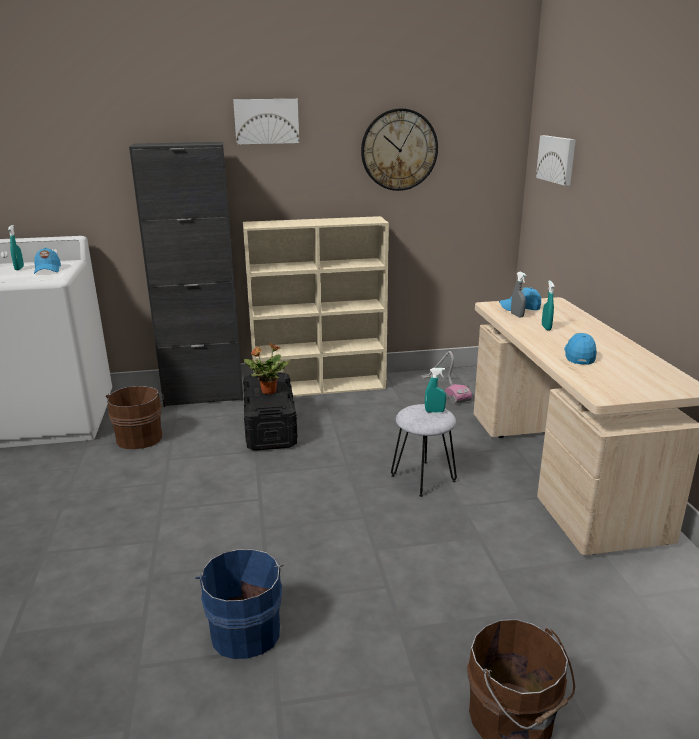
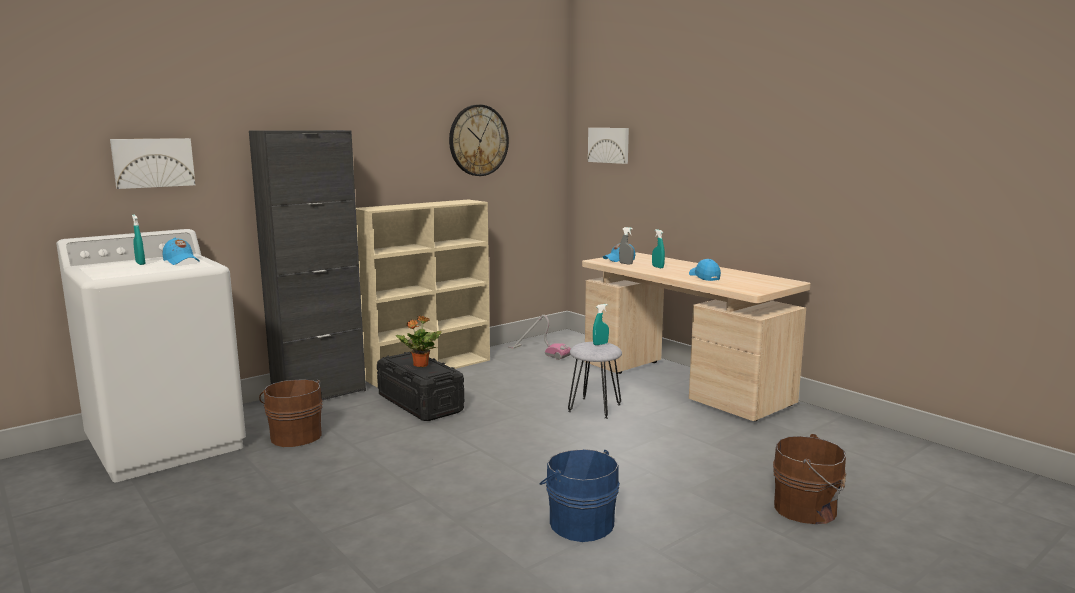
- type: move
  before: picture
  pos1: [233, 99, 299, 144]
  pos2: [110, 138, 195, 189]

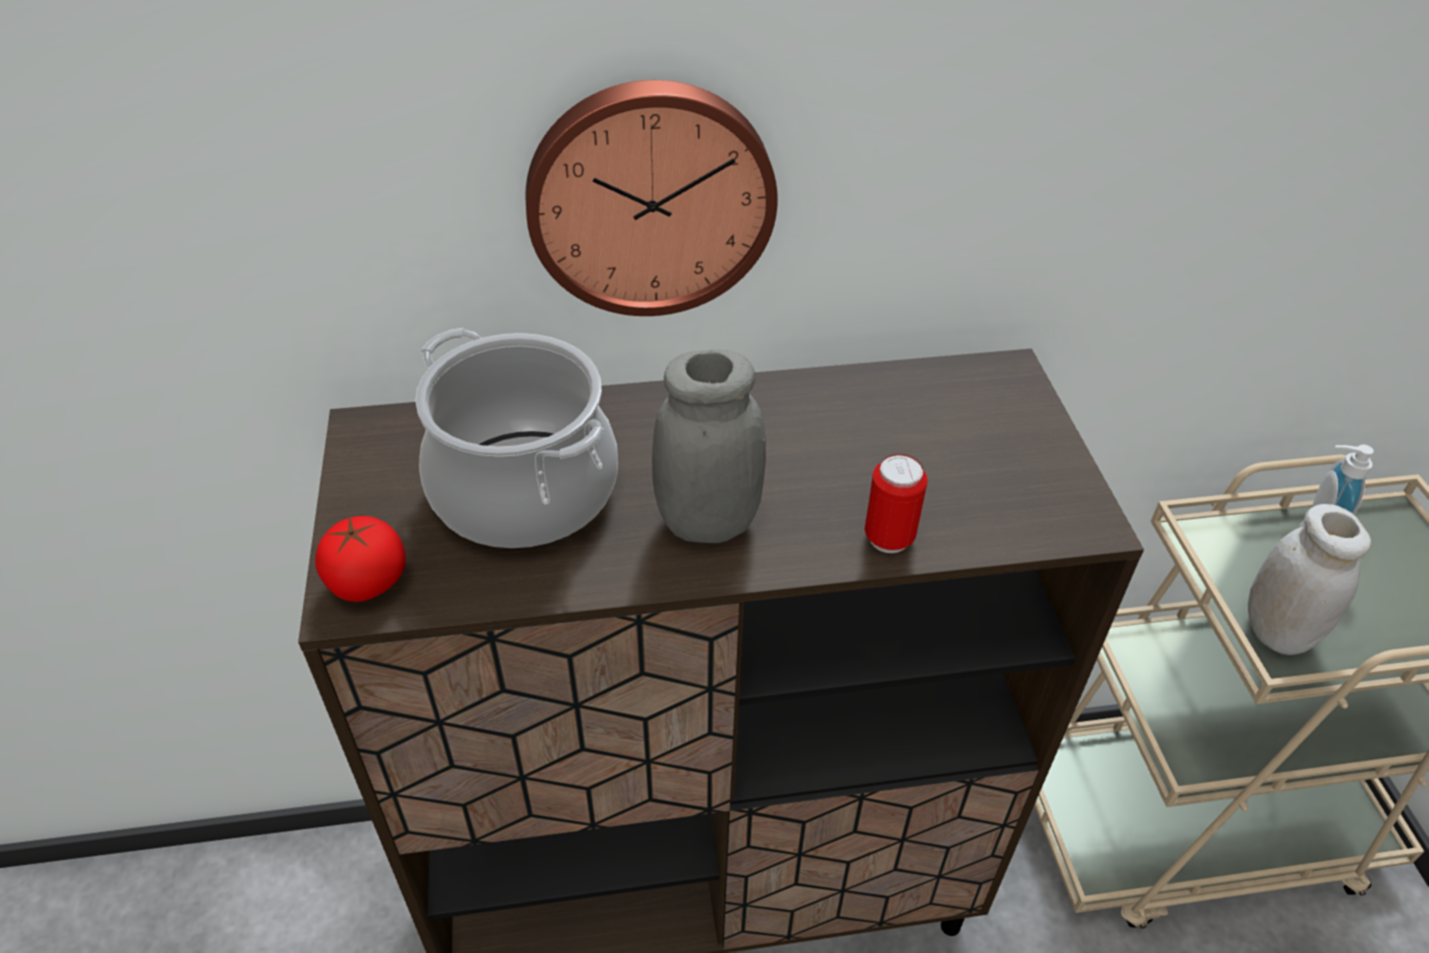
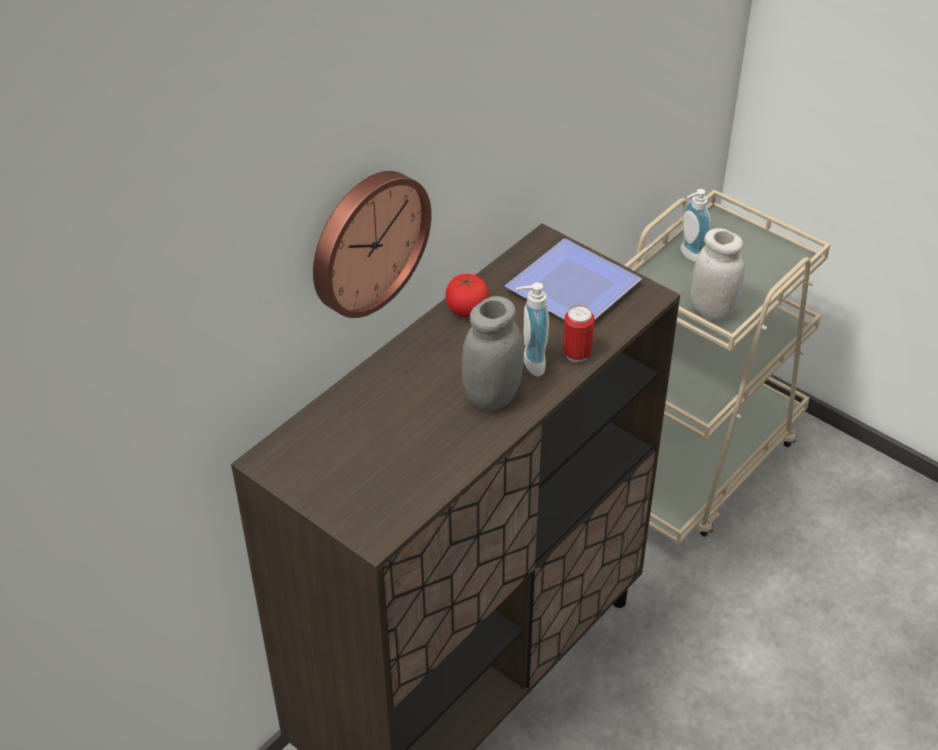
- type: delete
  before: cooking pot
  pos1: [415, 328, 618, 549]
- type: insert
  after: plate
  pos2: [505, 239, 641, 320]
- type: insert
  after: soap dispenser
  pos2: [516, 282, 549, 377]
- type: move
  before: tomato
  pos1: [315, 516, 406, 602]
  pos2: [445, 274, 489, 318]

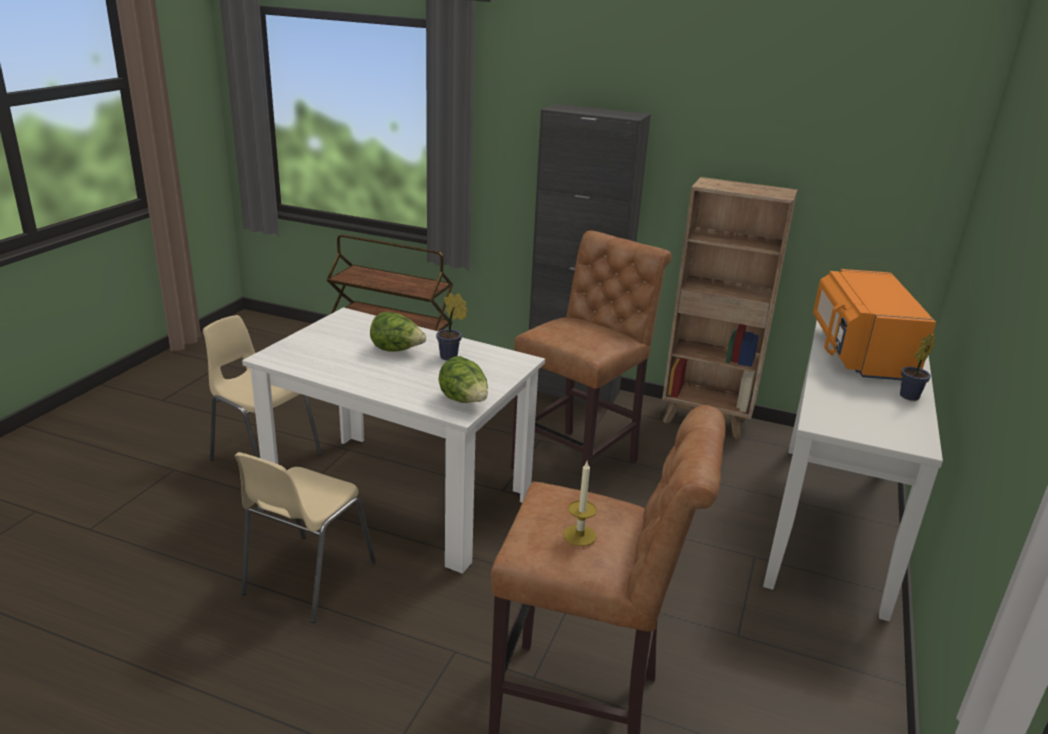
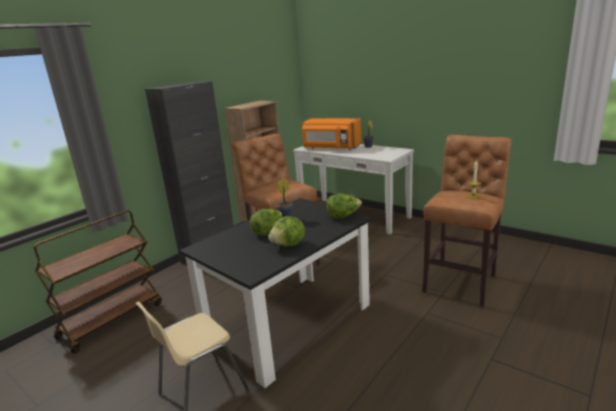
- type: delete
  before: beige chair
  pos1: [235, 452, 376, 623]
- type: insert
  after: lettuce
  pos2: [268, 216, 305, 247]
- type: recolor
  before: white dining table
  after: black dining table
  pos1: [242, 307, 545, 574]
  pos2: [179, 198, 372, 388]

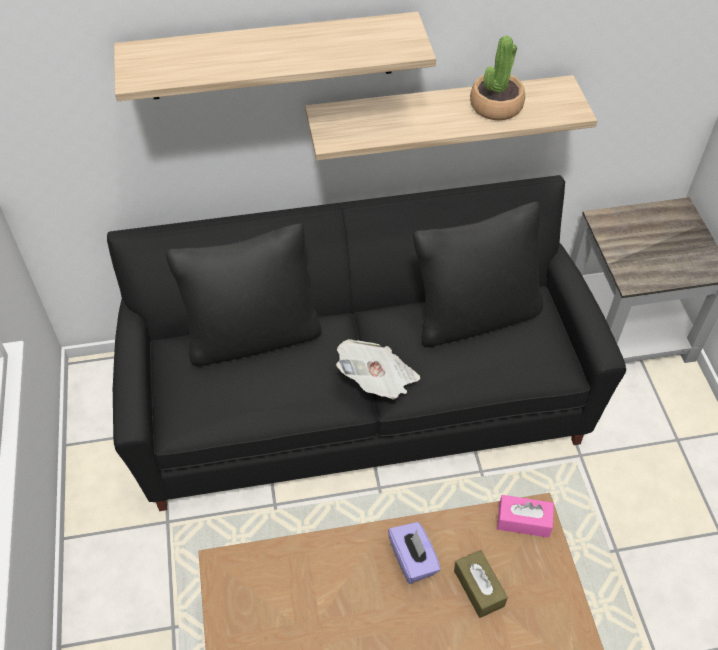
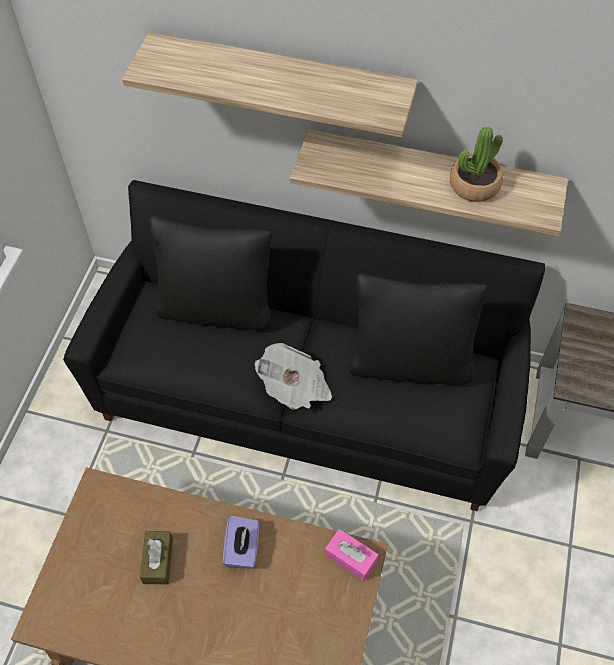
- type: move
  before: brown tissue box
  pos1: [454, 550, 508, 618]
  pos2: [140, 531, 173, 584]

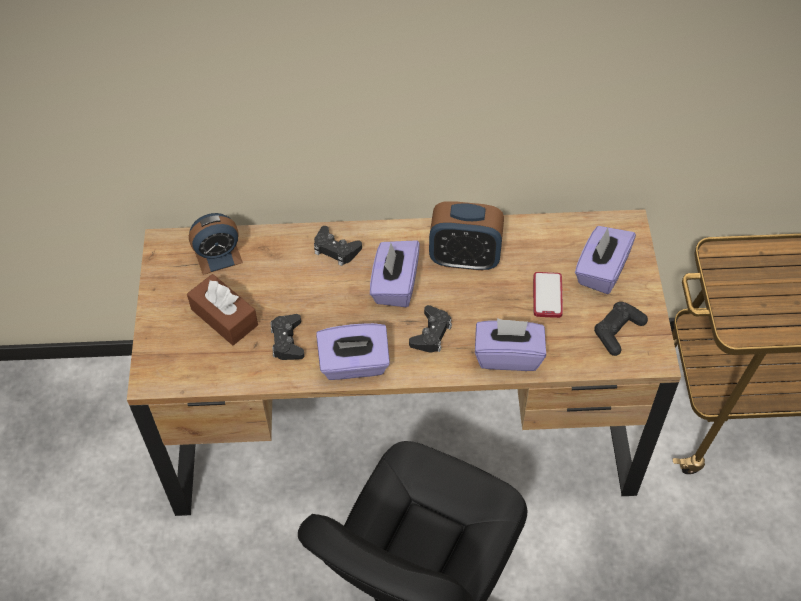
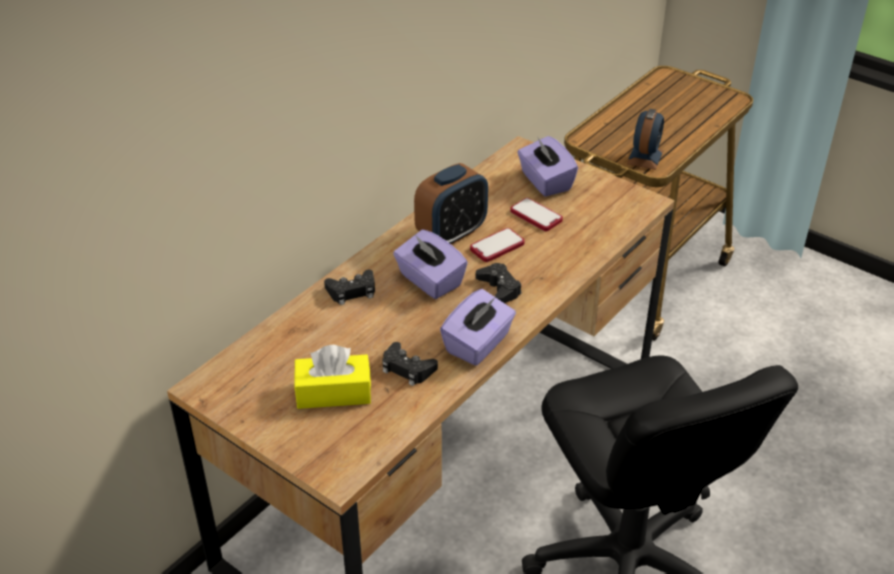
- type: delete
  before: purple tissue box
  pos1: [475, 318, 546, 371]
- type: delete
  before: black game controller
  pos1: [594, 302, 648, 356]
- type: insert
  after: phone
  pos2: [470, 228, 525, 262]
- type: move
  before: alarm clock
  pos1: [189, 213, 243, 275]
  pos2: [627, 109, 664, 170]
- type: recolor
  before: brown tissue box
  after: yellow tissue box
  pos1: [187, 274, 258, 346]
  pos2: [294, 345, 371, 409]

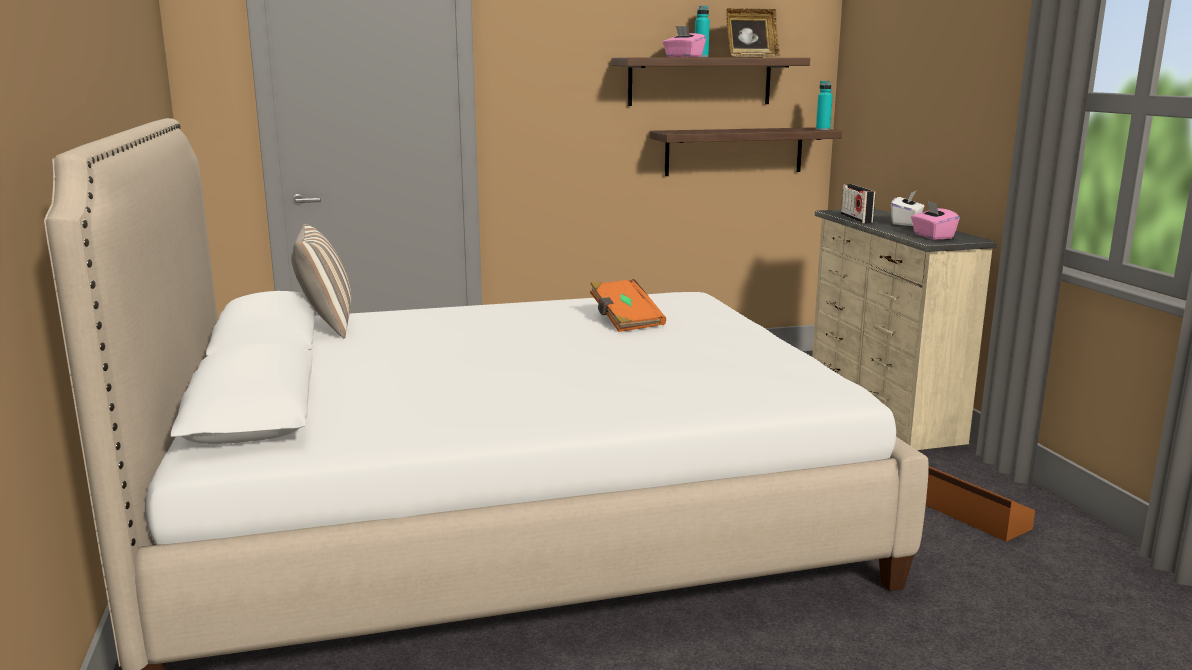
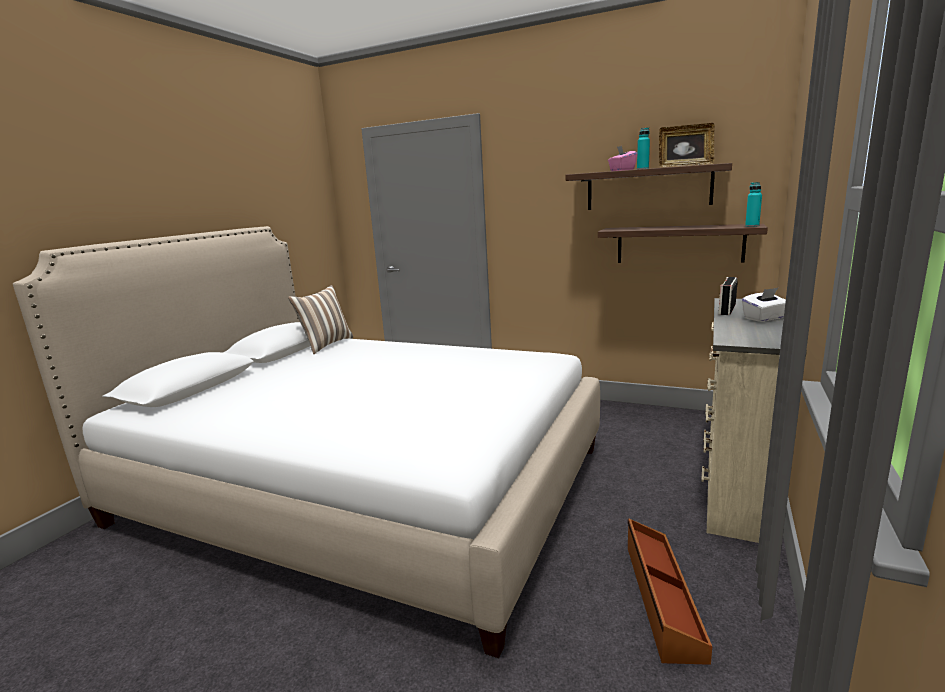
- type: delete
  before: orange book
  pos1: [590, 279, 666, 332]
- type: delete
  before: pink tissue box
  pos1: [911, 201, 960, 240]

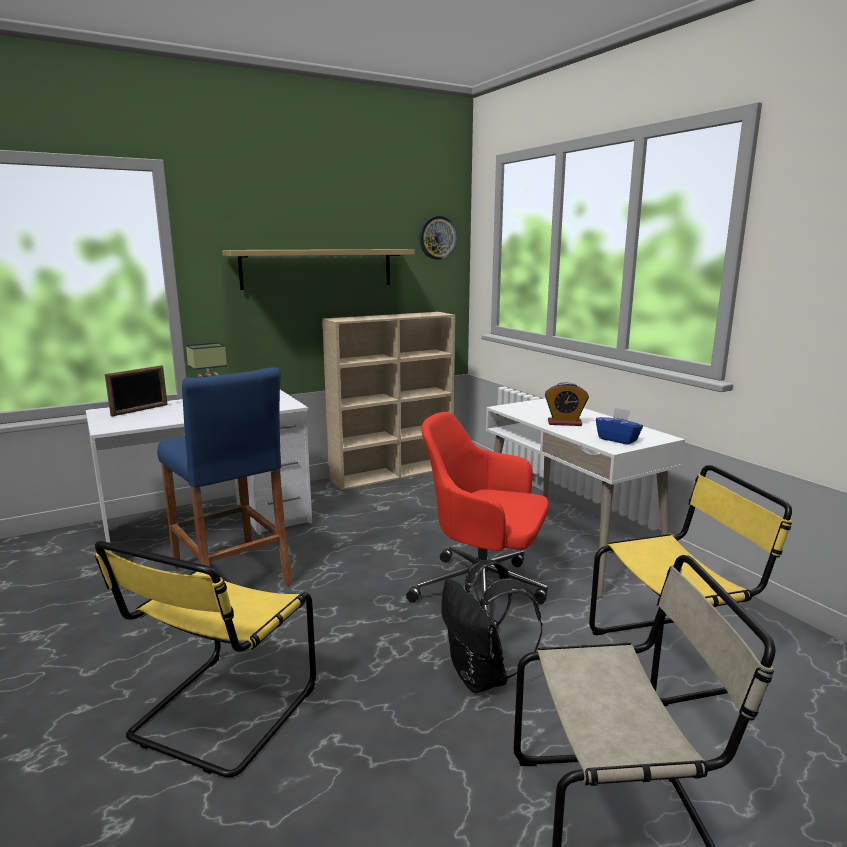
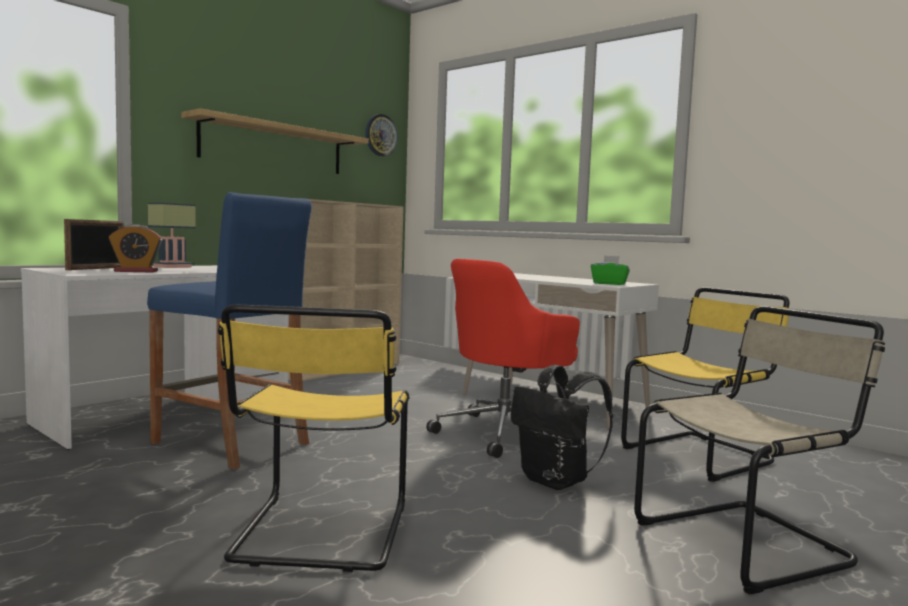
- type: move
  before: alarm clock
  pos1: [545, 382, 589, 426]
  pos2: [108, 224, 162, 273]
- type: recolor
  before: blue tissue box
  after: green tissue box
  pos1: [596, 407, 643, 445]
  pos2: [591, 255, 630, 285]
- type: rotate
  before: red office chair
  pos1: [406, 412, 549, 630]
  pos2: [426, 259, 580, 458]
  turn: -45

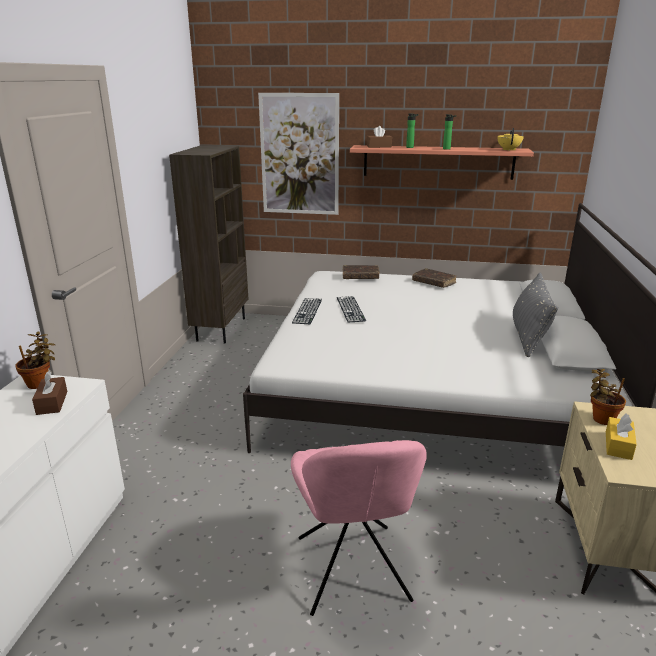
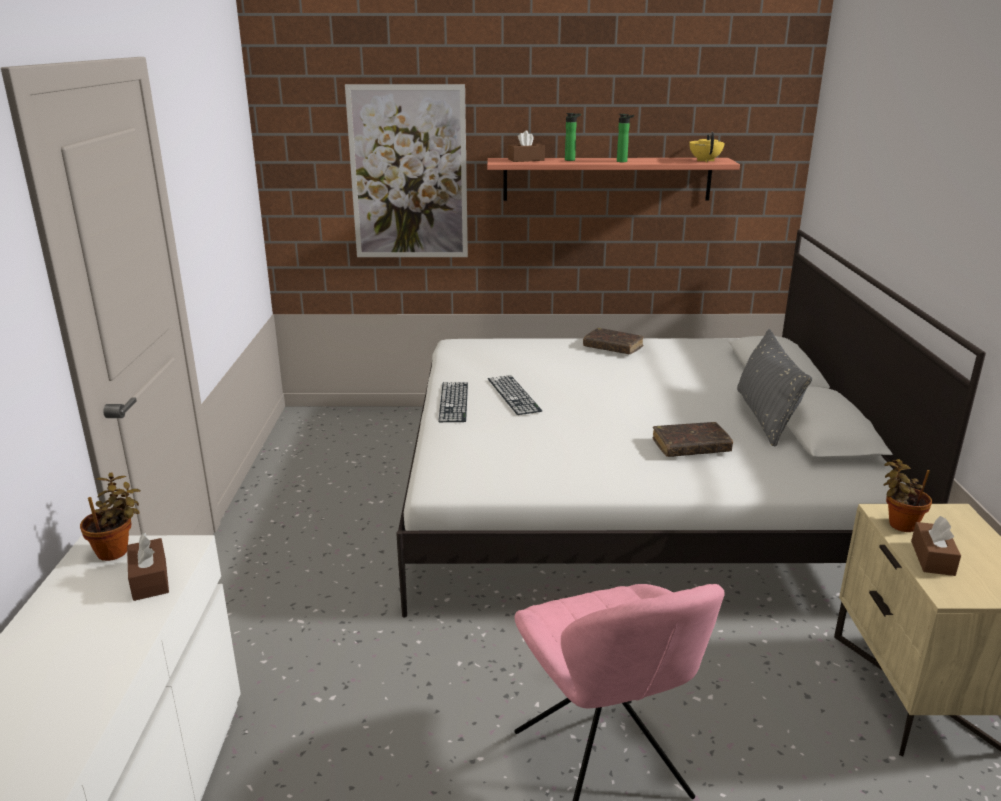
- type: delete
  before: brown bookcase
  pos1: [169, 145, 248, 344]
- type: move
  before: brown book
  pos1: [343, 265, 379, 279]
  pos2: [652, 422, 733, 457]
- type: recolor
  before: yellow tissue box
  after: brown tissue box
  pos1: [606, 414, 637, 460]
  pos2: [911, 516, 961, 576]

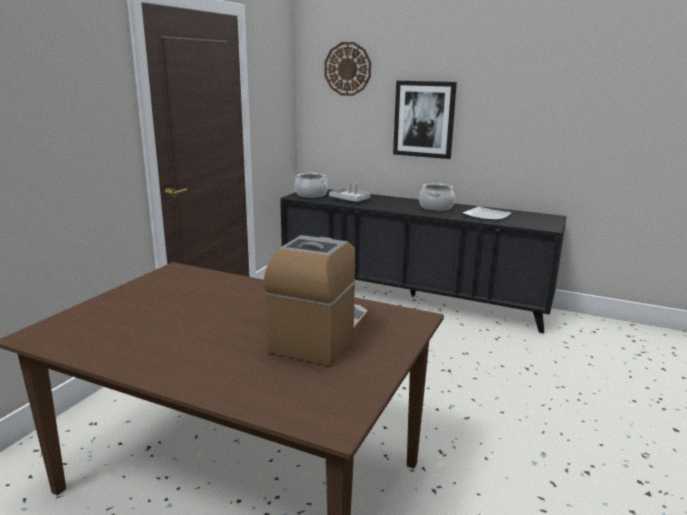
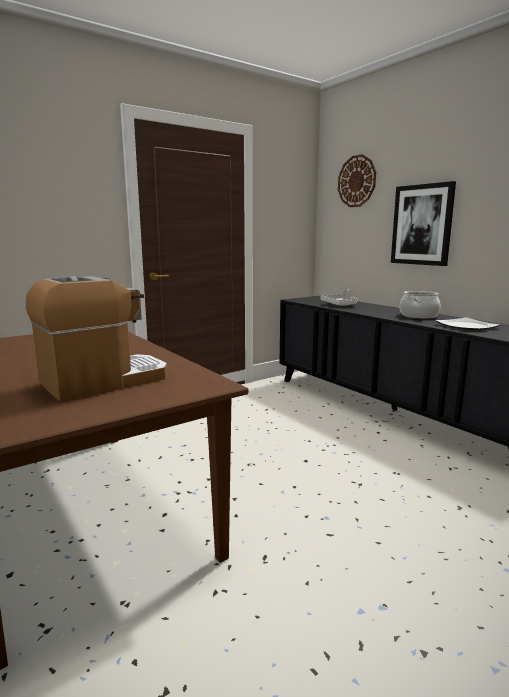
- type: delete
  before: cooking pot
  pos1: [295, 173, 328, 198]

